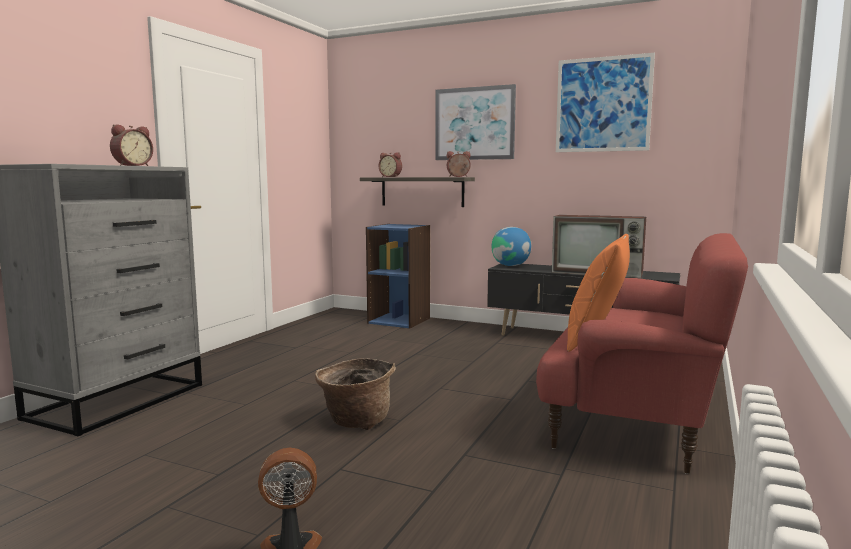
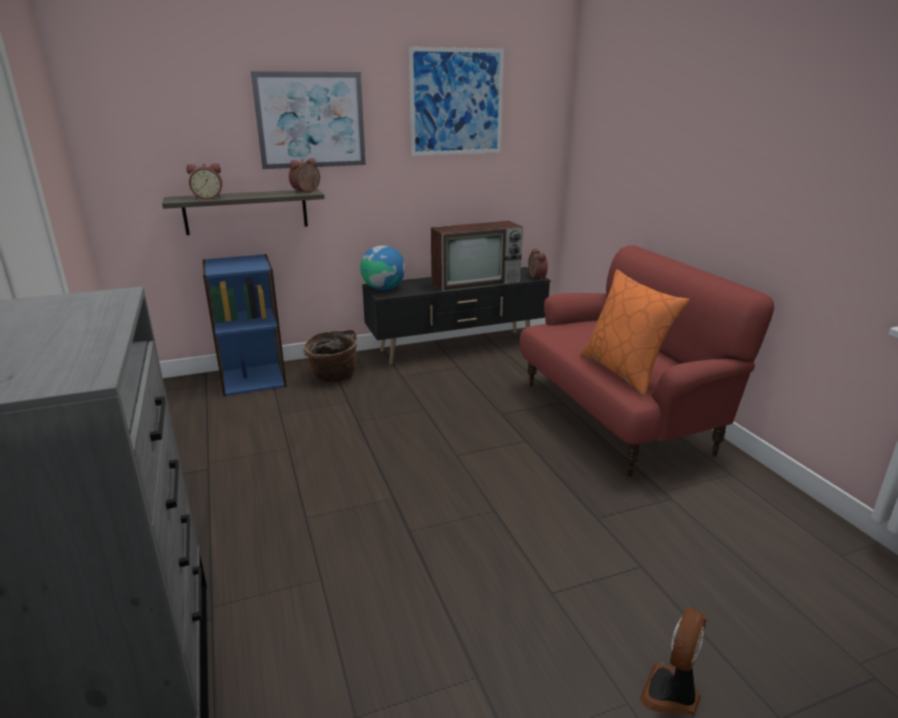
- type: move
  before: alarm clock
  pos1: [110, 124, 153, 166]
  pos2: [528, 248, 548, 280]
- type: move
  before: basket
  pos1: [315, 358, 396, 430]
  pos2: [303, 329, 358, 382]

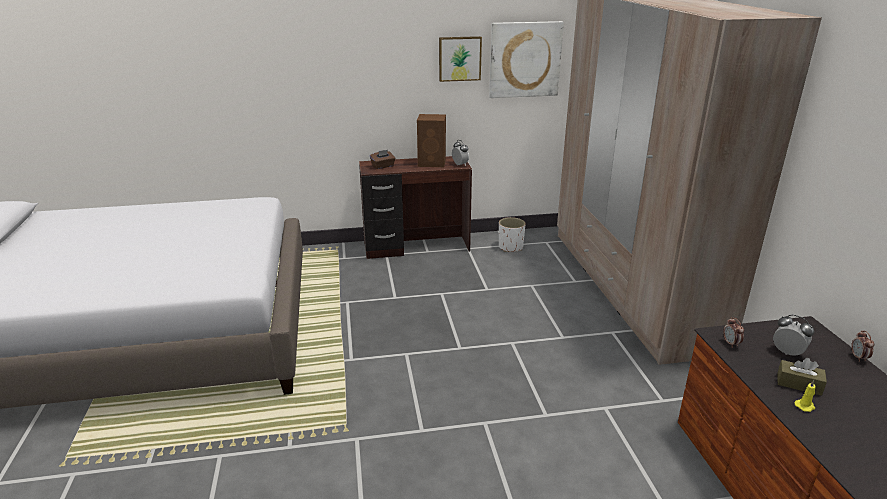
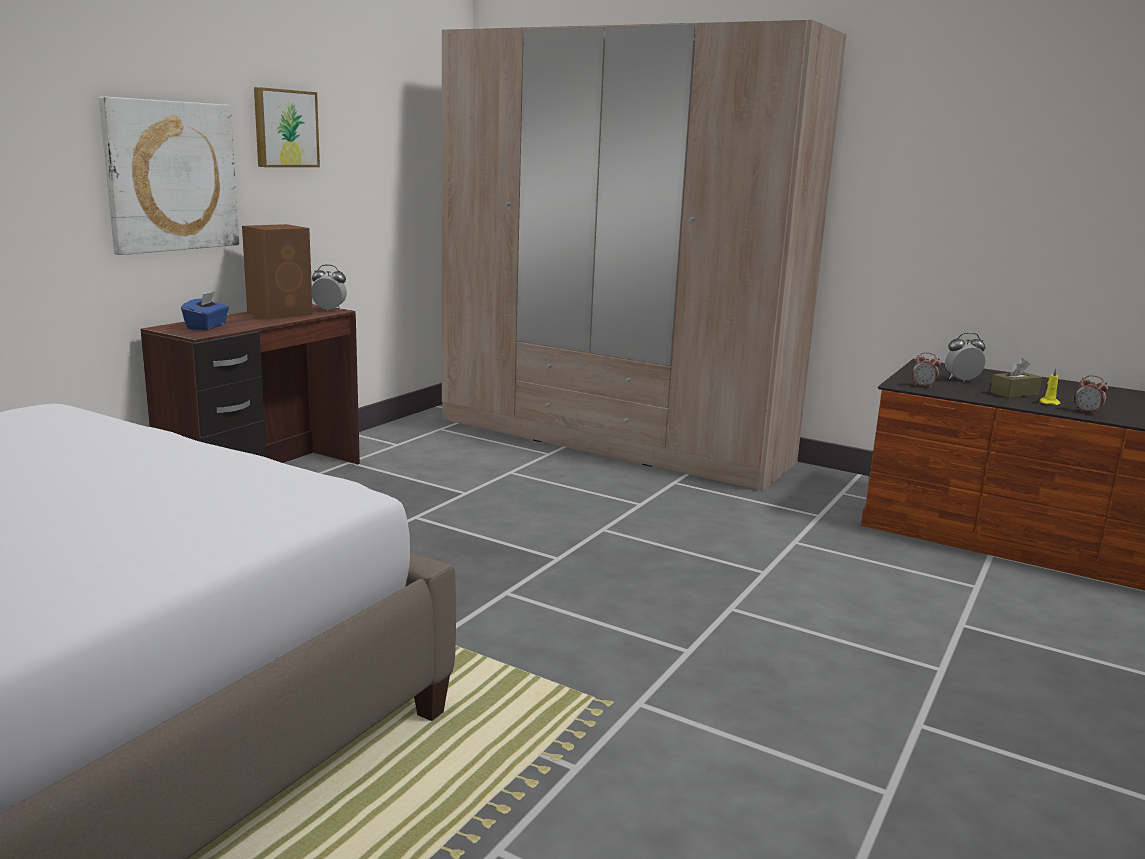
- type: delete
  before: white planter
  pos1: [499, 217, 526, 252]
- type: move
  before: picture
  pos1: [489, 21, 564, 98]
  pos2: [99, 97, 239, 255]
- type: move
  before: alarm clock
  pos1: [851, 331, 874, 362]
  pos2: [1075, 375, 1108, 414]
- type: recolor
  before: brown tissue box
  after: blue tissue box
  pos1: [370, 150, 396, 169]
  pos2: [181, 292, 229, 330]

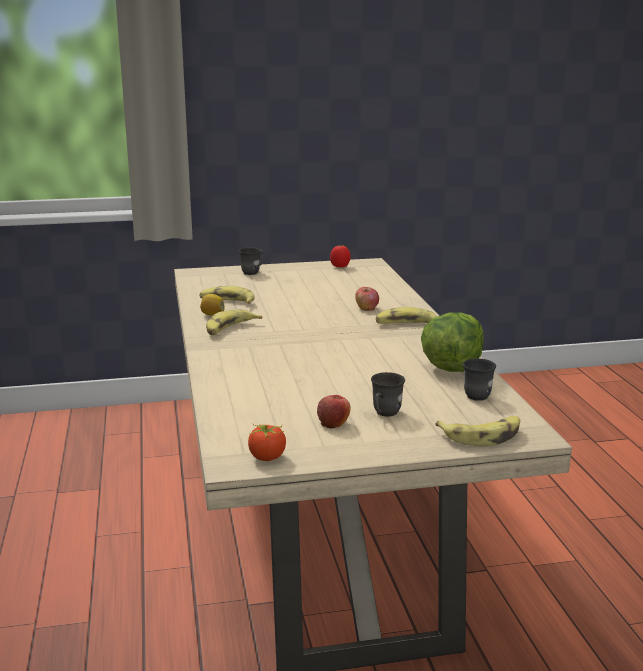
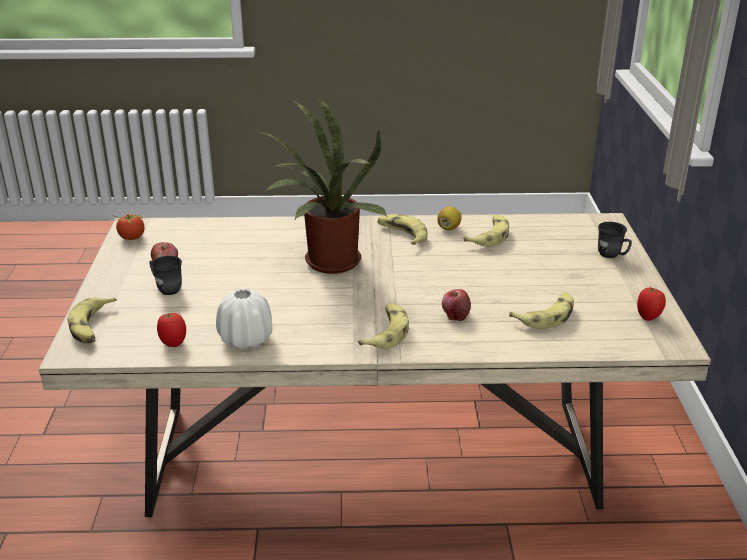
- type: insert
  after: potted plant
  pos2: [259, 96, 388, 274]
- type: insert
  after: banana
  pos2: [509, 292, 574, 329]
- type: replace
  before: lettuce
  after: white vase
  pos1: [421, 312, 484, 372]
  pos2: [216, 289, 272, 349]
- type: replace
  before: grey mug
  after: tomato
  pos1: [463, 358, 496, 401]
  pos2: [157, 313, 186, 347]

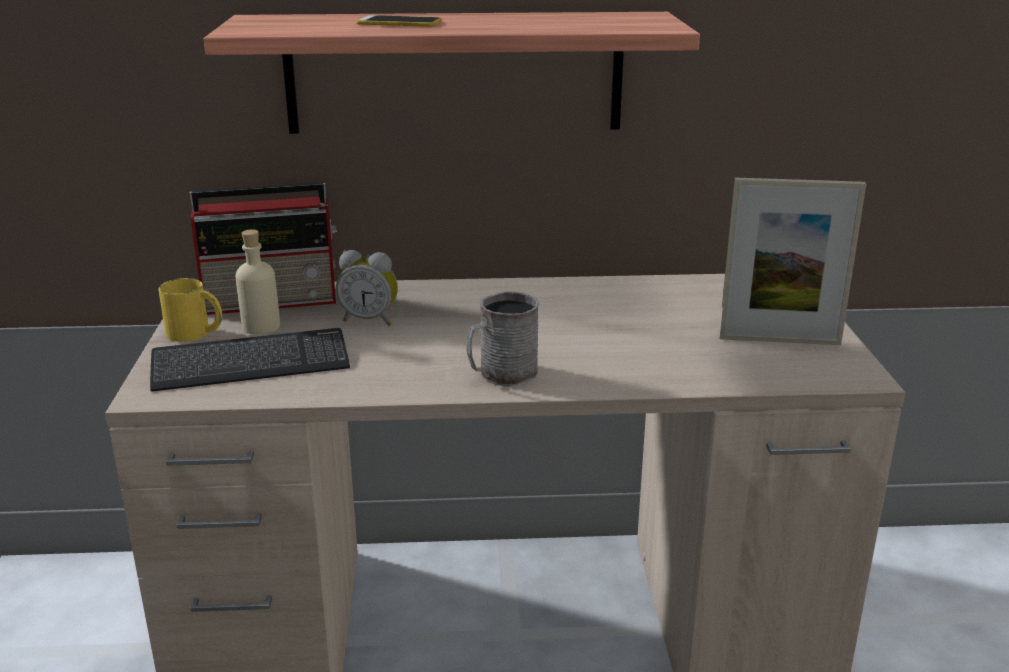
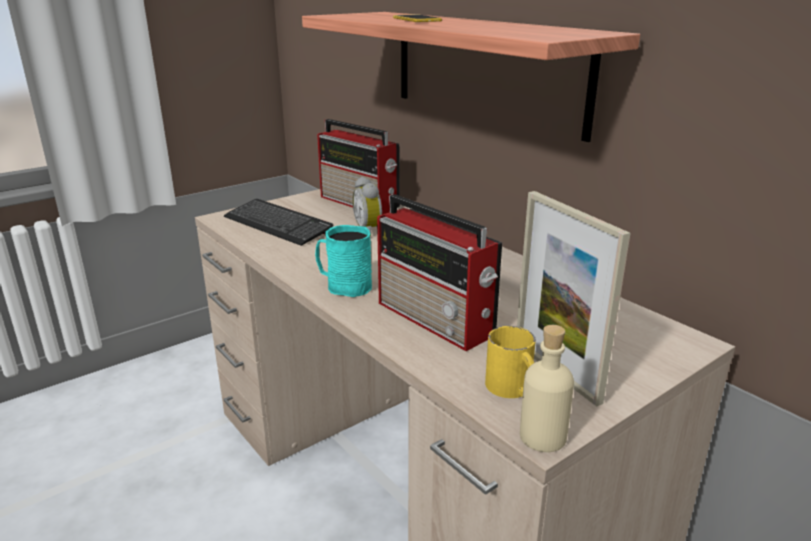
- type: insert
  after: radio
  pos2: [377, 194, 502, 351]
- type: move
  before: yellow mug
  pos1: [158, 278, 222, 342]
  pos2: [485, 326, 536, 398]
- type: move
  before: beige bottle
  pos1: [235, 229, 280, 335]
  pos2: [520, 325, 574, 452]
- type: recolor
  before: grey mug
  after: turquoise mug
  pos1: [467, 291, 539, 386]
  pos2: [315, 225, 372, 297]

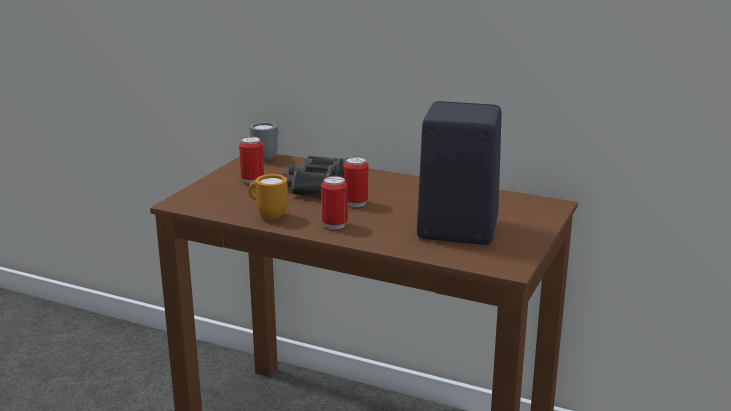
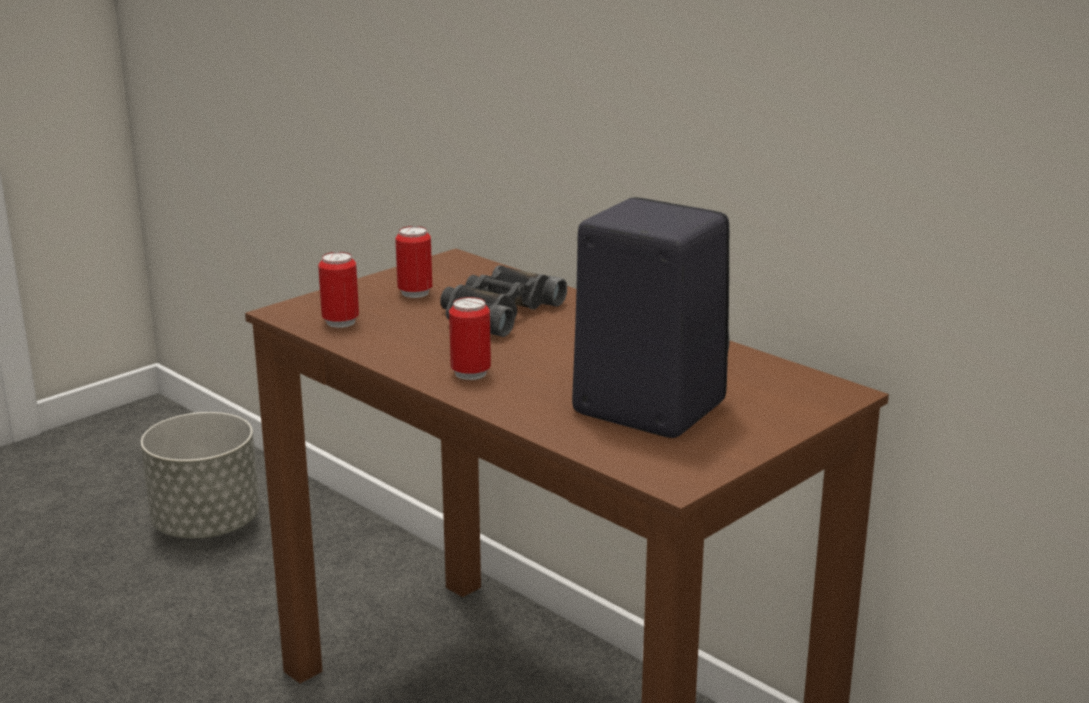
- type: delete
  before: orange mug
  pos1: [248, 174, 288, 220]
- type: delete
  before: grey mug
  pos1: [250, 122, 279, 160]
- type: insert
  after: grey planter
  pos2: [141, 412, 260, 539]
- type: move
  before: can
  pos1: [343, 157, 369, 207]
  pos2: [318, 252, 359, 328]

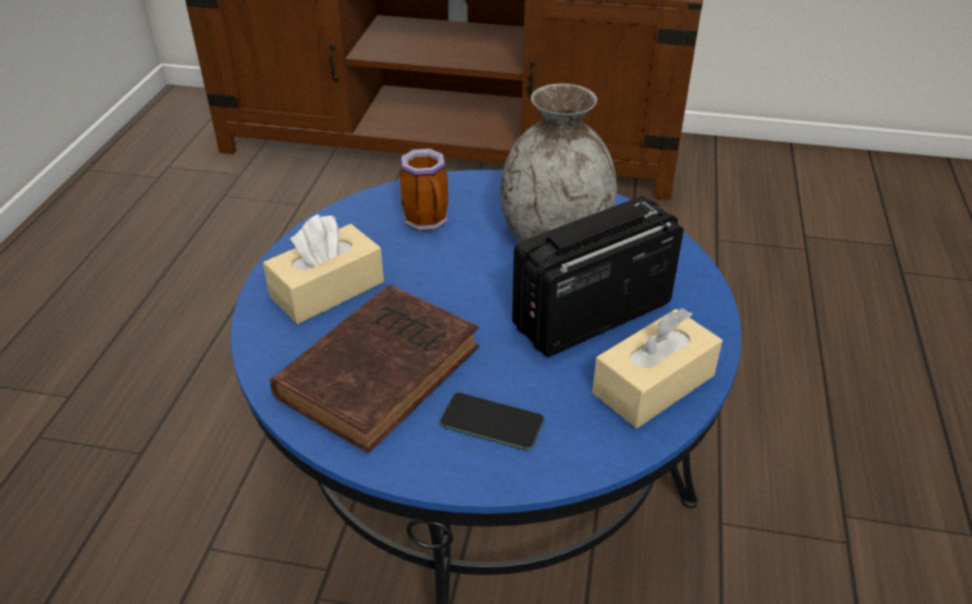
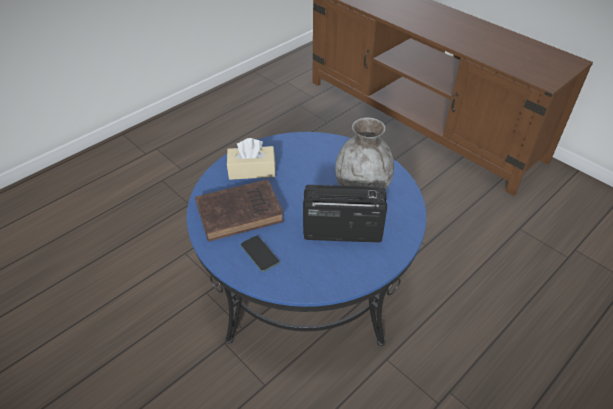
- type: delete
  before: mug
  pos1: [400, 149, 448, 231]
- type: delete
  before: beige tissue box
  pos1: [592, 308, 723, 428]

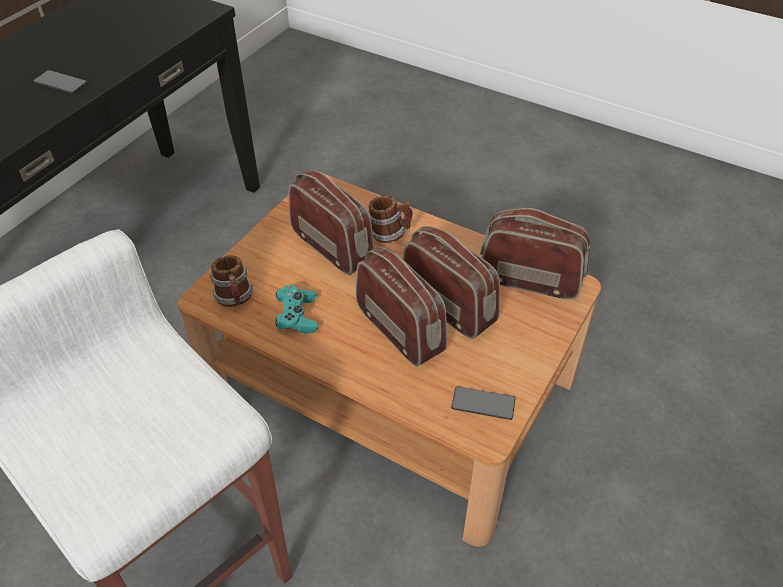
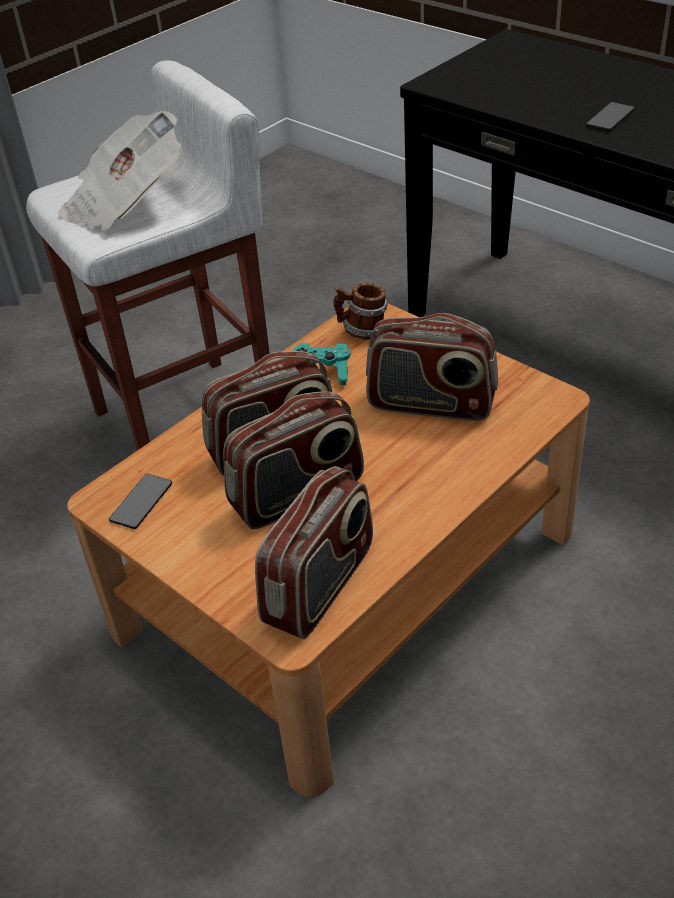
- type: delete
  before: mug
  pos1: [368, 195, 413, 243]
- type: insert
  after: newspaper
  pos2: [58, 111, 181, 230]
- type: rotate
  before: radio
  pos1: [288, 170, 374, 275]
  pos2: [366, 313, 498, 421]
  turn: 45

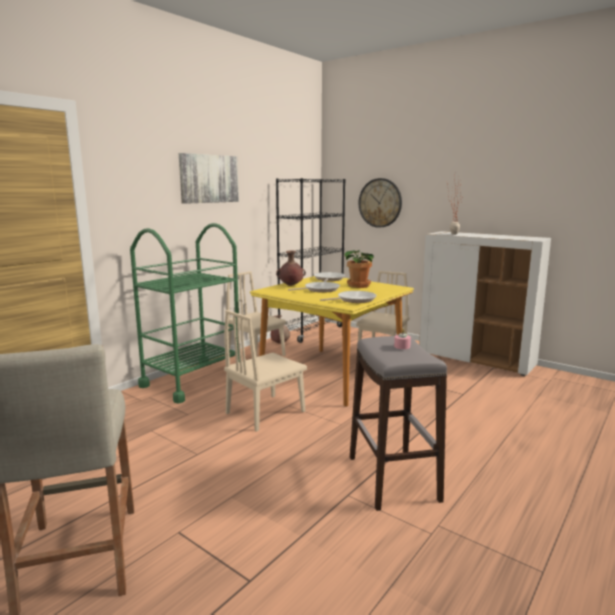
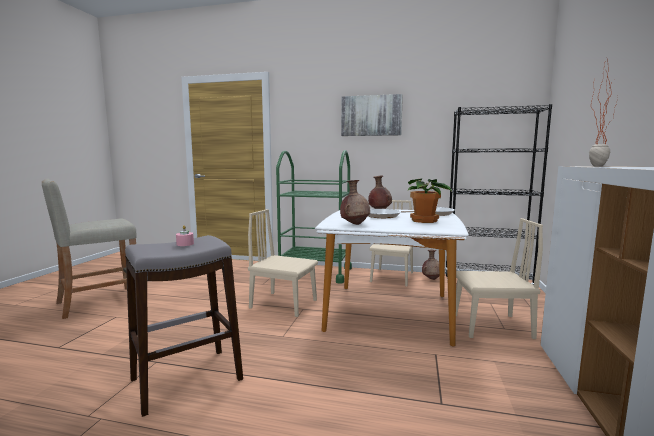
- type: delete
  before: wall clock
  pos1: [359, 178, 402, 228]
- type: replace
  before: frying pan
  after: brown vase
  pos1: [320, 291, 377, 303]
  pos2: [340, 180, 370, 225]
- type: recolor
  before: yellow dining table
  after: white dining table
  pos1: [250, 276, 414, 407]
  pos2: [315, 209, 469, 346]

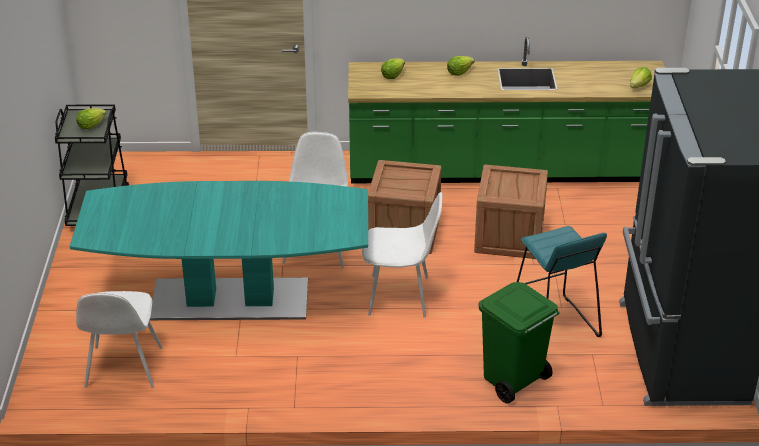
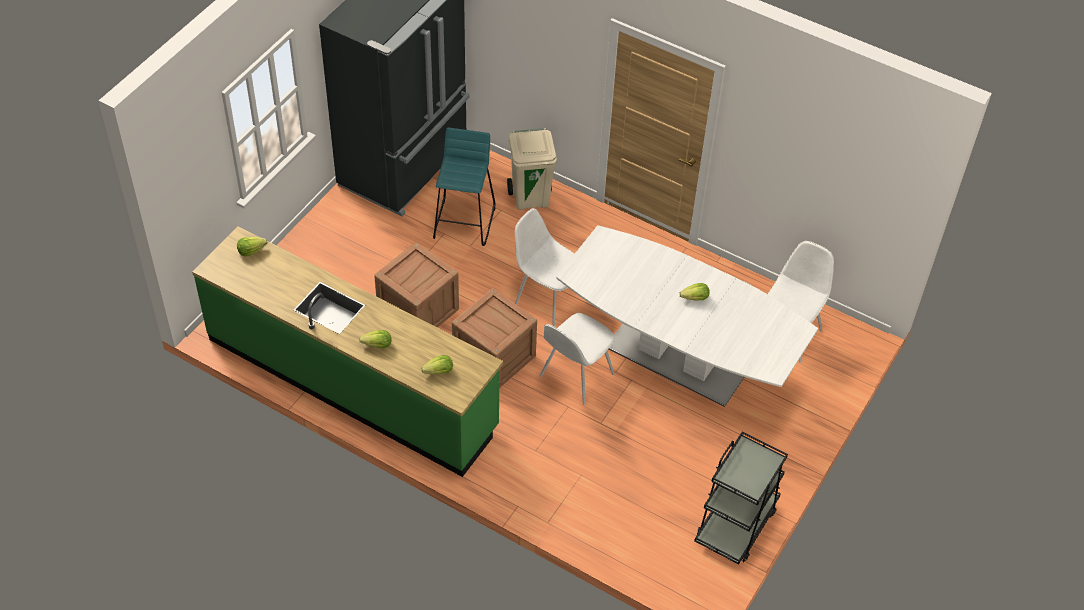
- type: move
  before: lettuce
  pos1: [76, 108, 106, 129]
  pos2: [679, 283, 710, 301]
- type: recolor
  before: turquoise dining table
  after: white dining table
  pos1: [70, 181, 368, 320]
  pos2: [556, 225, 818, 407]
- type: recolor
  before: green trash can
  after: beige trash can
  pos1: [479, 282, 560, 404]
  pos2: [507, 128, 557, 210]

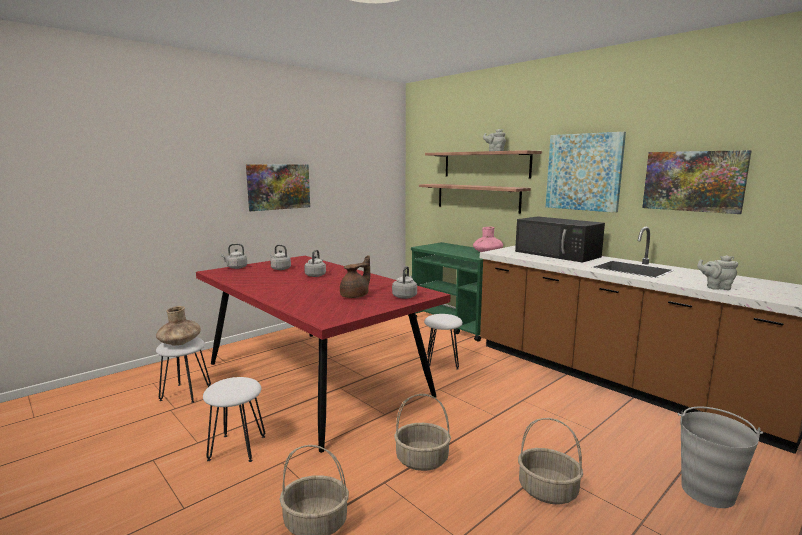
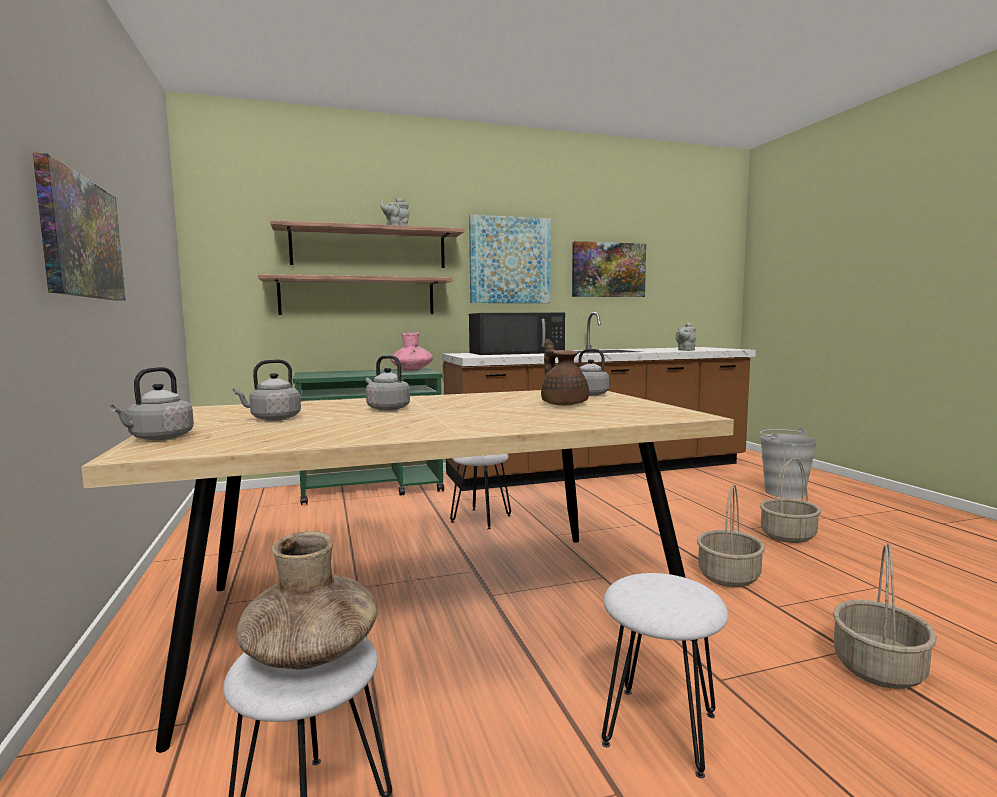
- type: recolor
  before: red dining table
  after: beige dining table
  pos1: [196, 256, 450, 453]
  pos2: [81, 390, 734, 753]

